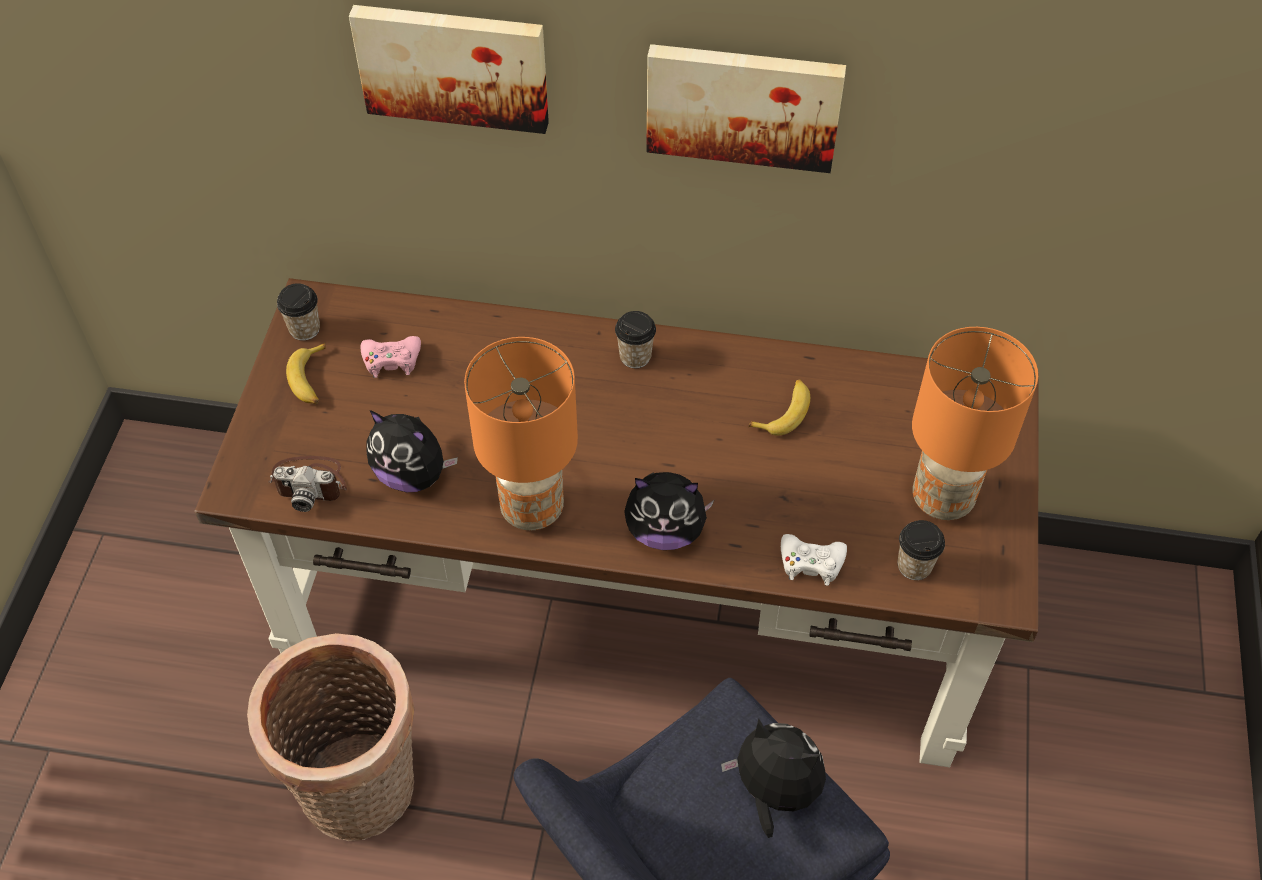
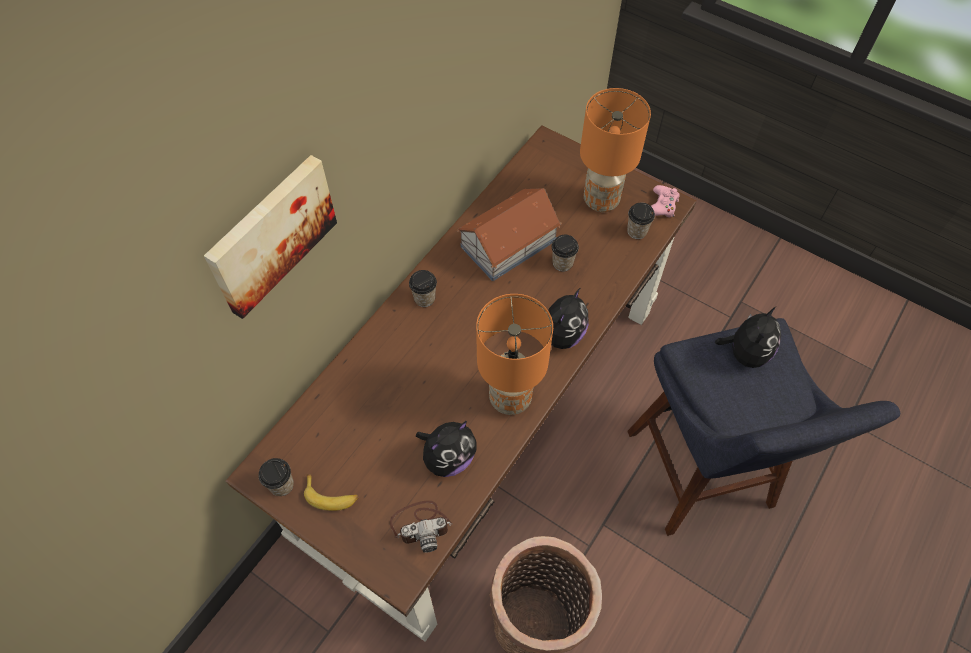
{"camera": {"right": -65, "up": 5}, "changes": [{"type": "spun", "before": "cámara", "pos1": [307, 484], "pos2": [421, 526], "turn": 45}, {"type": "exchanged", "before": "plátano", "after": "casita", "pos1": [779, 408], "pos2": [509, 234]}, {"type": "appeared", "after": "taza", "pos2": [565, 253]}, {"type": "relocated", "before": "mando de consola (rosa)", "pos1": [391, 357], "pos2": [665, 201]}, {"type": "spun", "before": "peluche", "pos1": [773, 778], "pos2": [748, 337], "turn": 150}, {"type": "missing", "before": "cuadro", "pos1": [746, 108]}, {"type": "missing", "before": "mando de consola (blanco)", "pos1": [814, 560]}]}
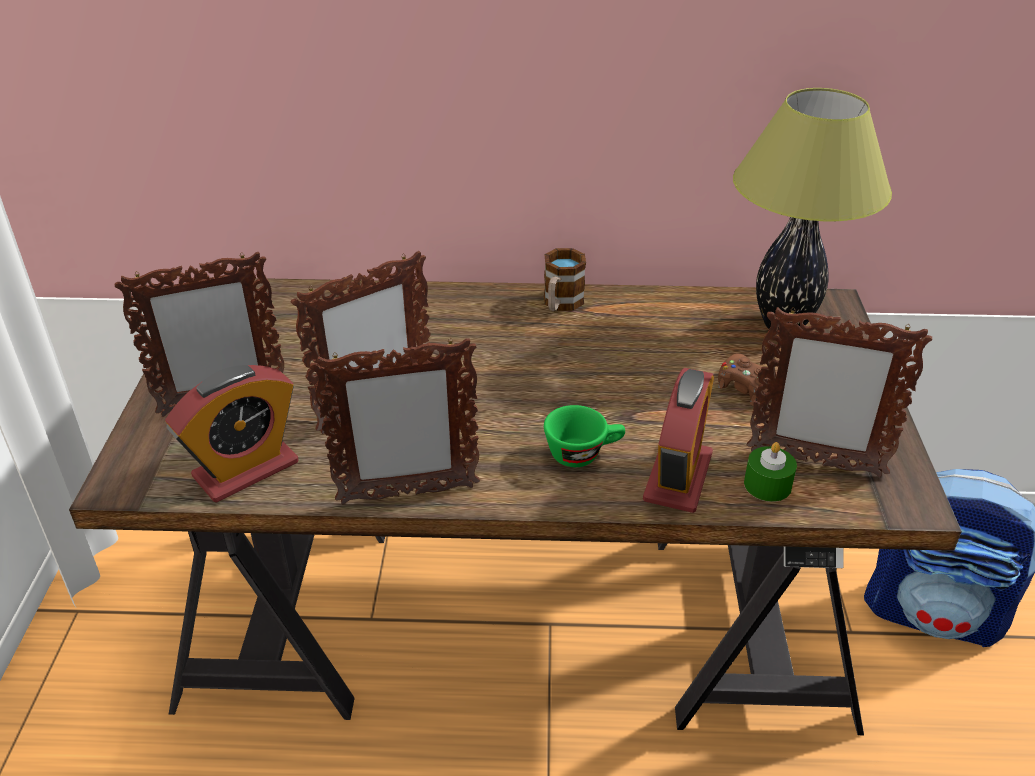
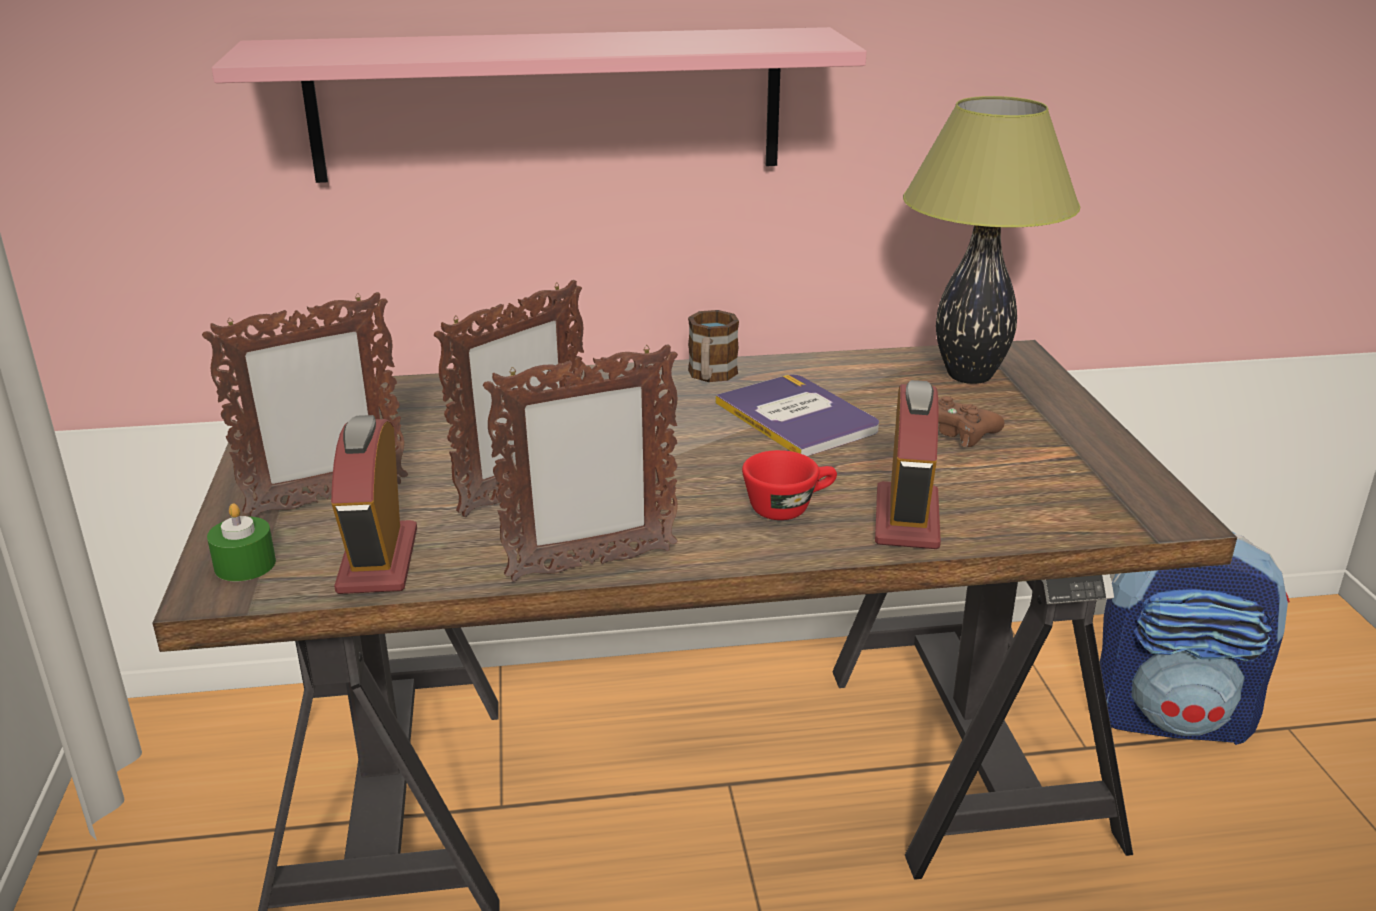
{"camera": {"right": -10, "up": -10}, "changes": [{"type": "relocated", "before": "vela (verde)", "pos1": [770, 472], "pos2": [241, 542]}, {"type": "appeared", "after": "estante (rosa)", "pos2": [539, 105]}, {"type": "spun", "before": "despertador", "pos1": [231, 434], "pos2": [374, 504], "turn": 135}, {"type": "appeared", "after": "libro", "pos2": [797, 415]}, {"type": "colour", "before": "taza (verde)", "after": "taza (rojo)", "pos1": [584, 436], "pos2": [789, 485]}, {"type": "missing", "before": "portarretratos", "pos1": [839, 392]}]}
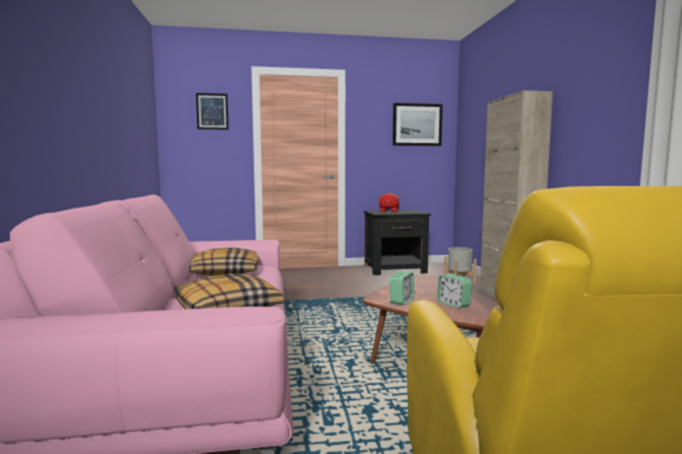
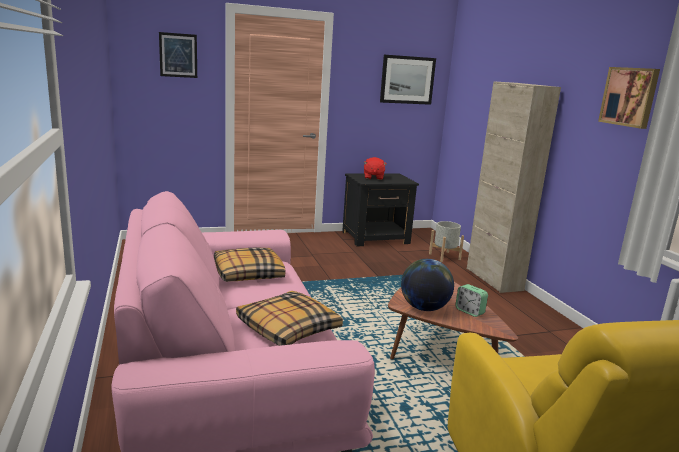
{"camera": {"right": -10, "up": 10}, "changes": [{"type": "exchanged", "before": "despertador", "after": "globo terráqueo", "pos1": [402, 288], "pos2": [427, 285]}, {"type": "appeared", "after": "cuadro", "pos2": [629, 98]}]}
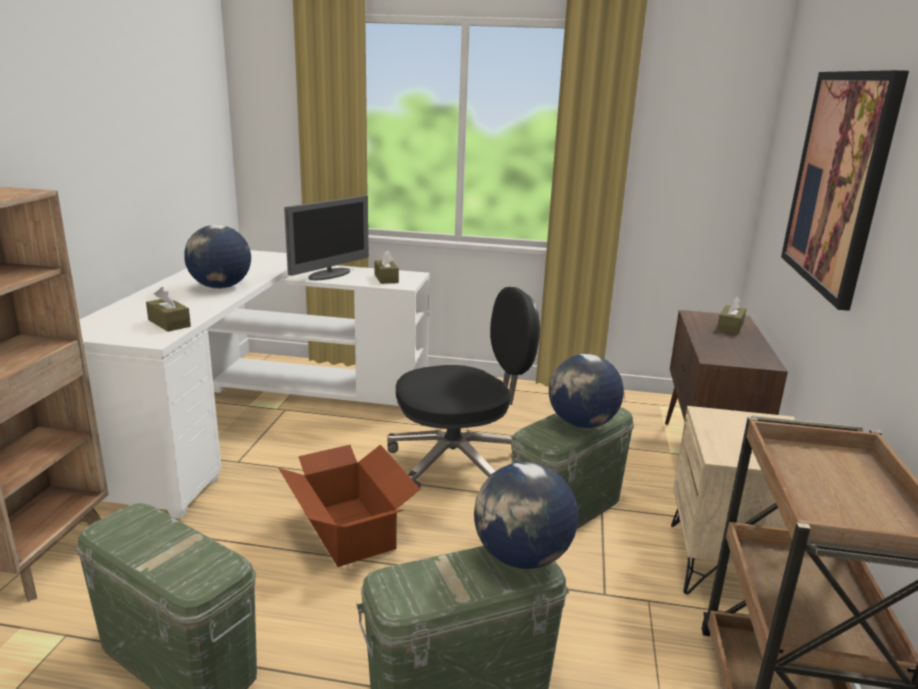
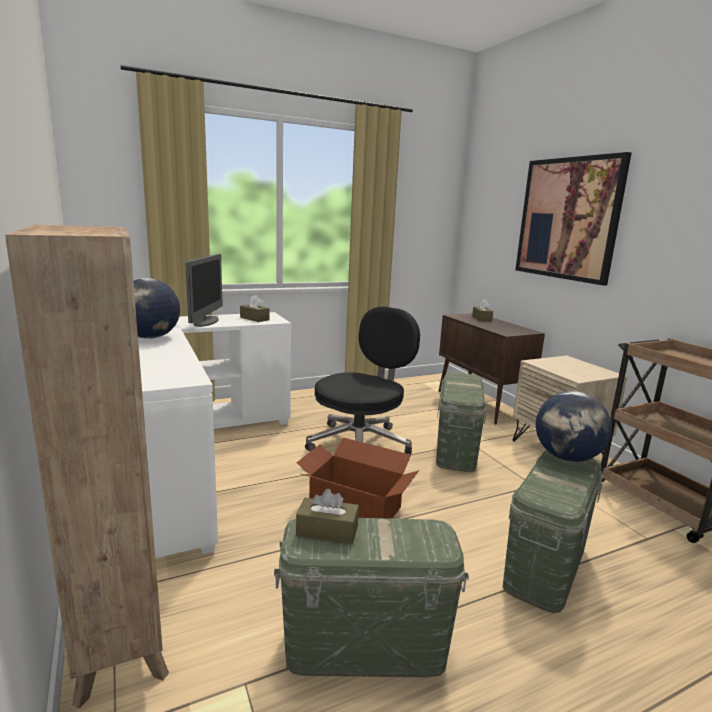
{"camera": {"right": -35, "up": -5}, "changes": [{"type": "relocated", "before": "caja de pañuelos (marrón)", "pos1": [168, 309], "pos2": [327, 516]}, {"type": "missing", "before": "globo terráqueo", "pos1": [586, 391]}]}
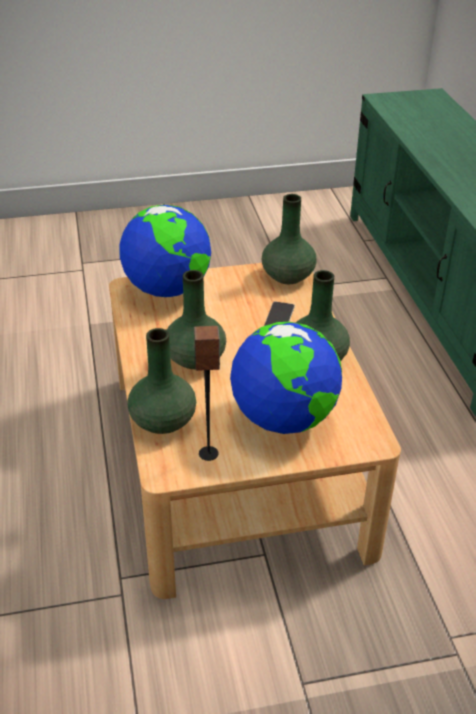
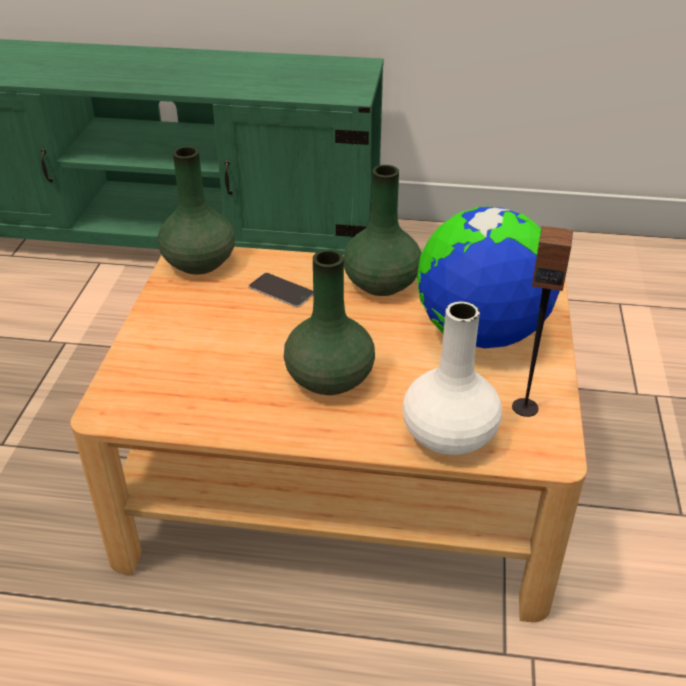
{"camera": {"right": -70, "up": 0}, "changes": [{"type": "colour", "before": "florero (verde)", "after": "florero (blanco)", "pos1": [162, 381], "pos2": [452, 378]}, {"type": "missing", "before": "globo terráqueo", "pos1": [165, 251]}]}
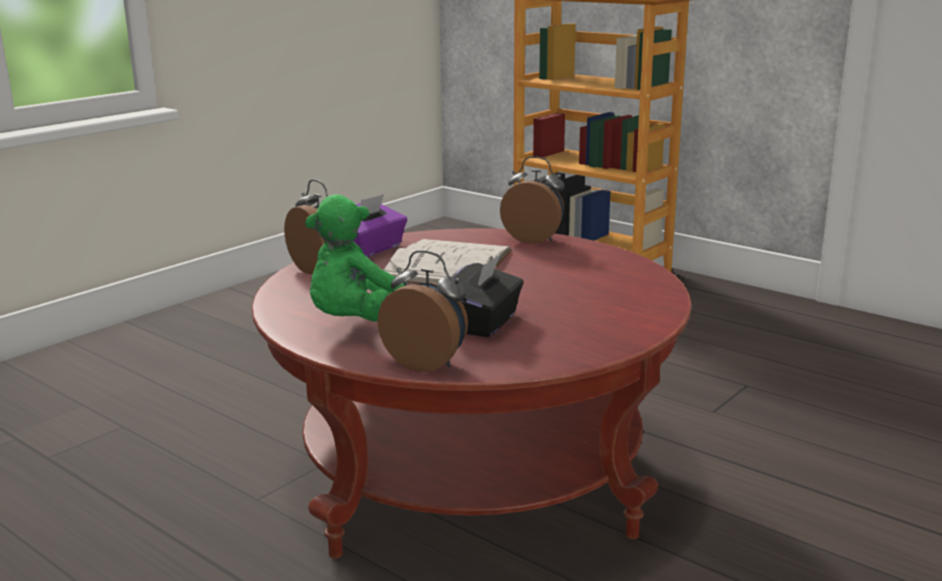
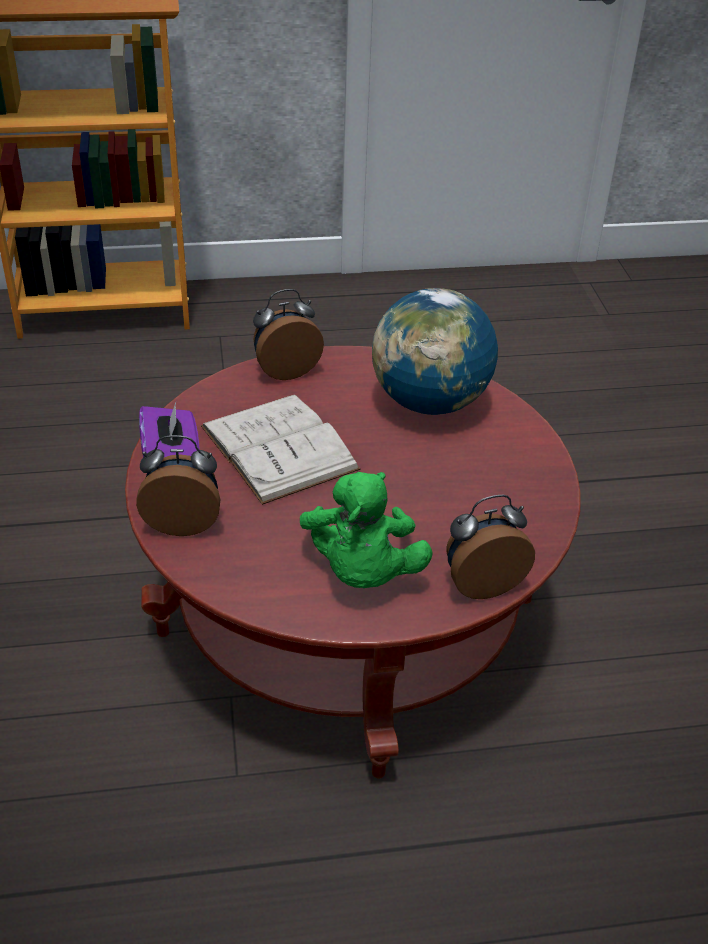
{"camera": {"right": -50, "up": 20}, "changes": [{"type": "appeared", "after": "globo terráqueo", "pos2": [435, 351]}, {"type": "missing", "before": "caja de pañuelos (negro)", "pos1": [487, 295]}]}
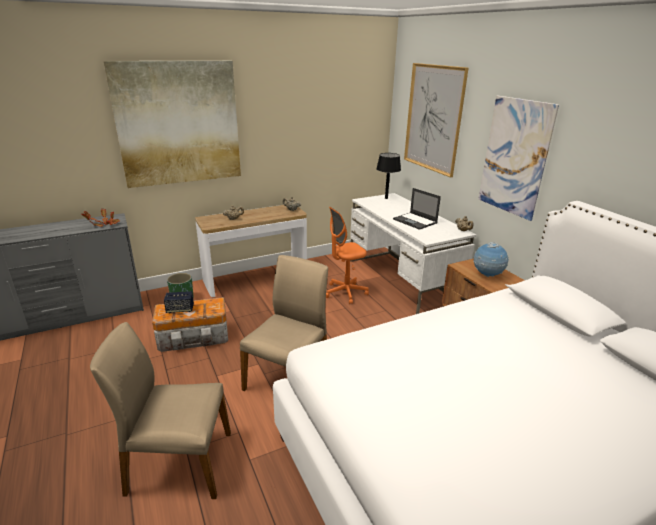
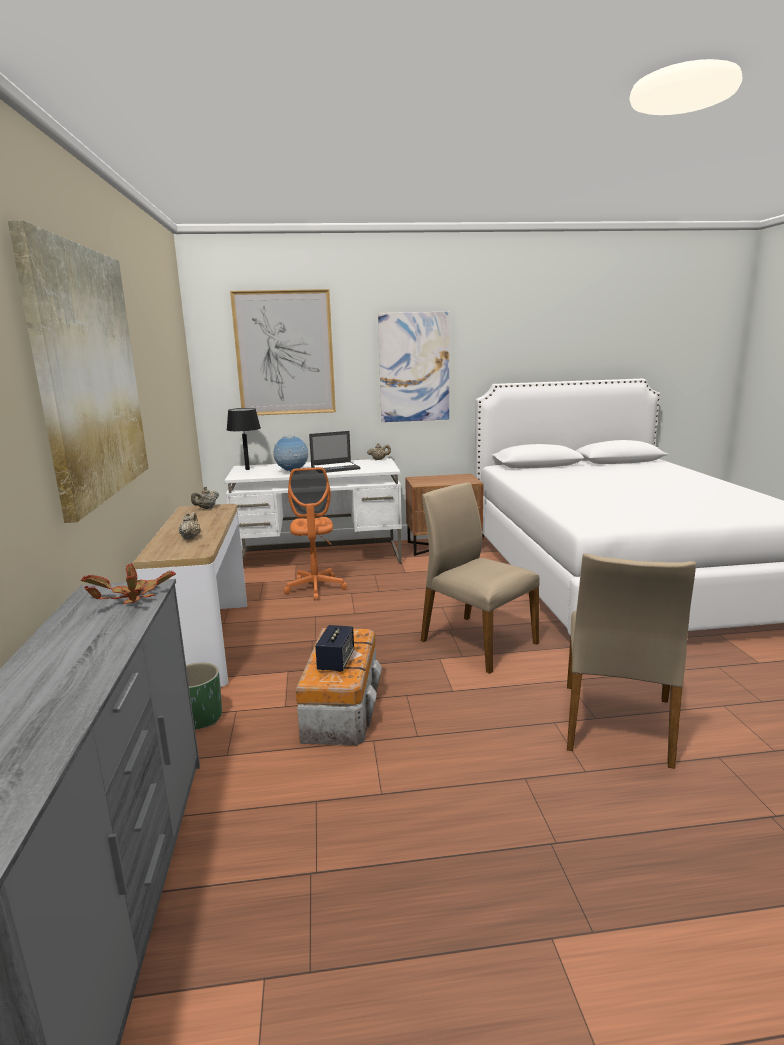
{"camera": {"right": -70, "up": -10}, "changes": [{"type": "relocated", "before": "globo terráqueo", "pos1": [491, 259], "pos2": [291, 453]}]}
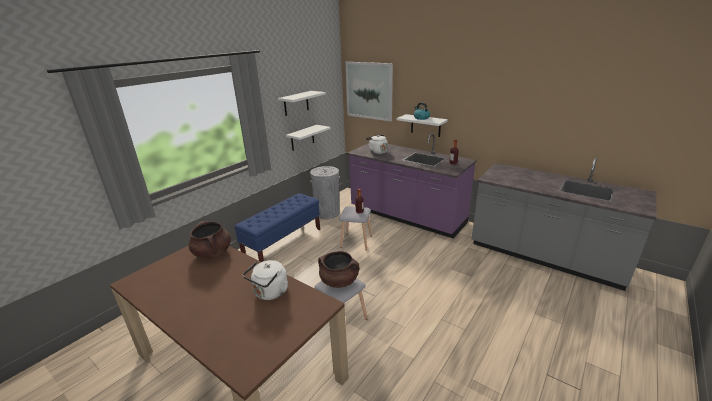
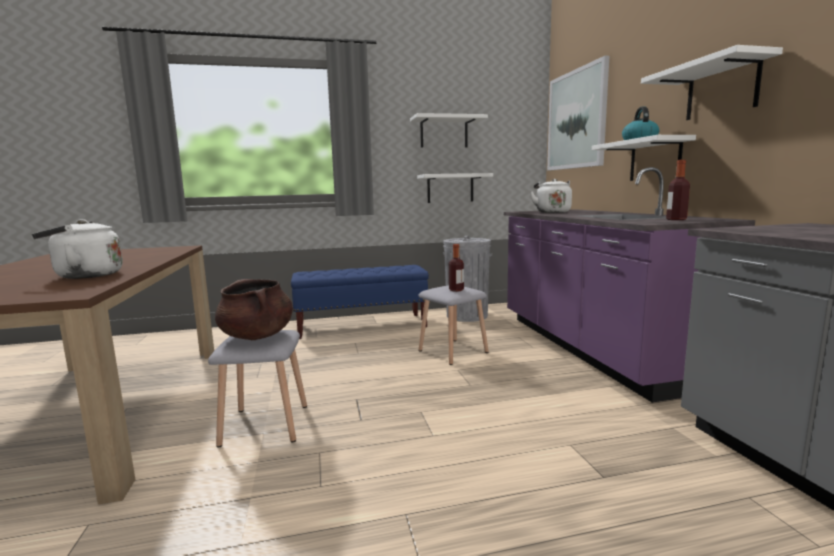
{"camera": {"right": 40, "up": -15}, "changes": [{"type": "appeared", "after": "estante (blanco)", "pos2": [712, 82]}, {"type": "missing", "before": "olla (marrón)", "pos1": [210, 240]}]}
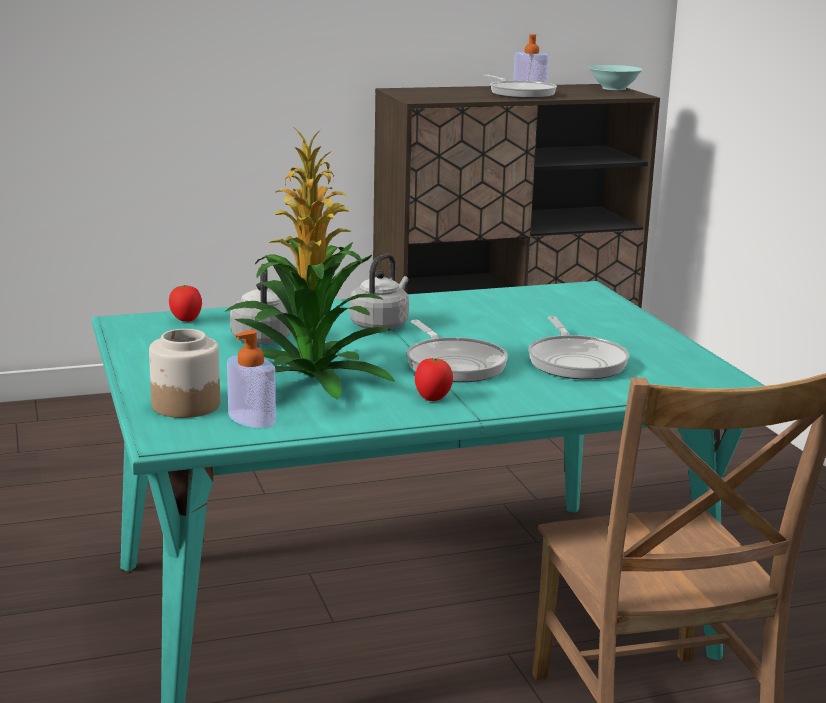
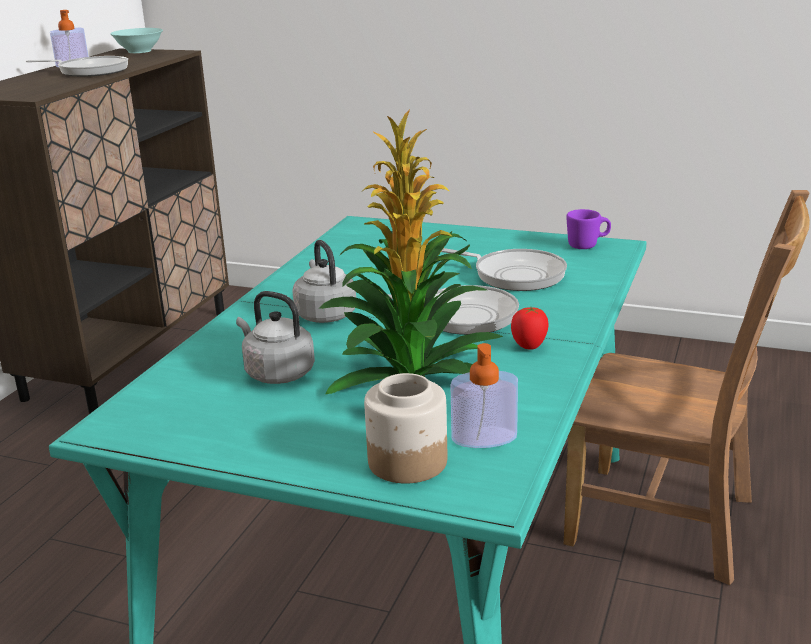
{"camera": {"right": -50, "up": 5}, "changes": [{"type": "appeared", "after": "taza grande (morado)", "pos2": [588, 229]}, {"type": "missing", "before": "tomate", "pos1": [185, 303]}]}
